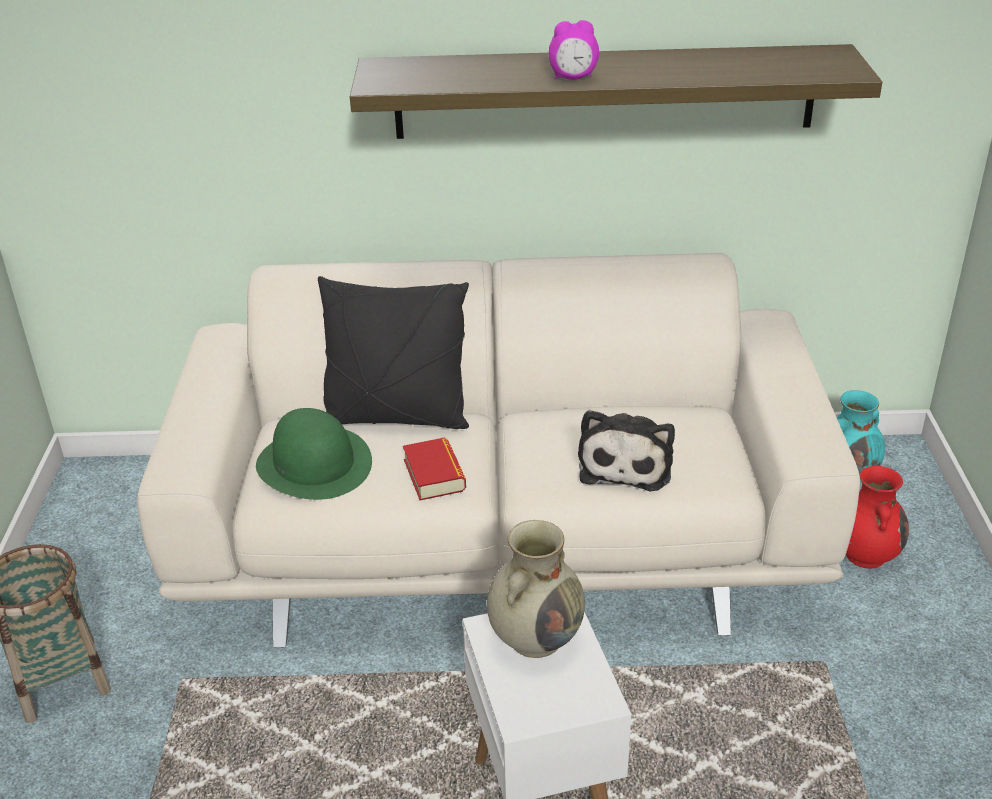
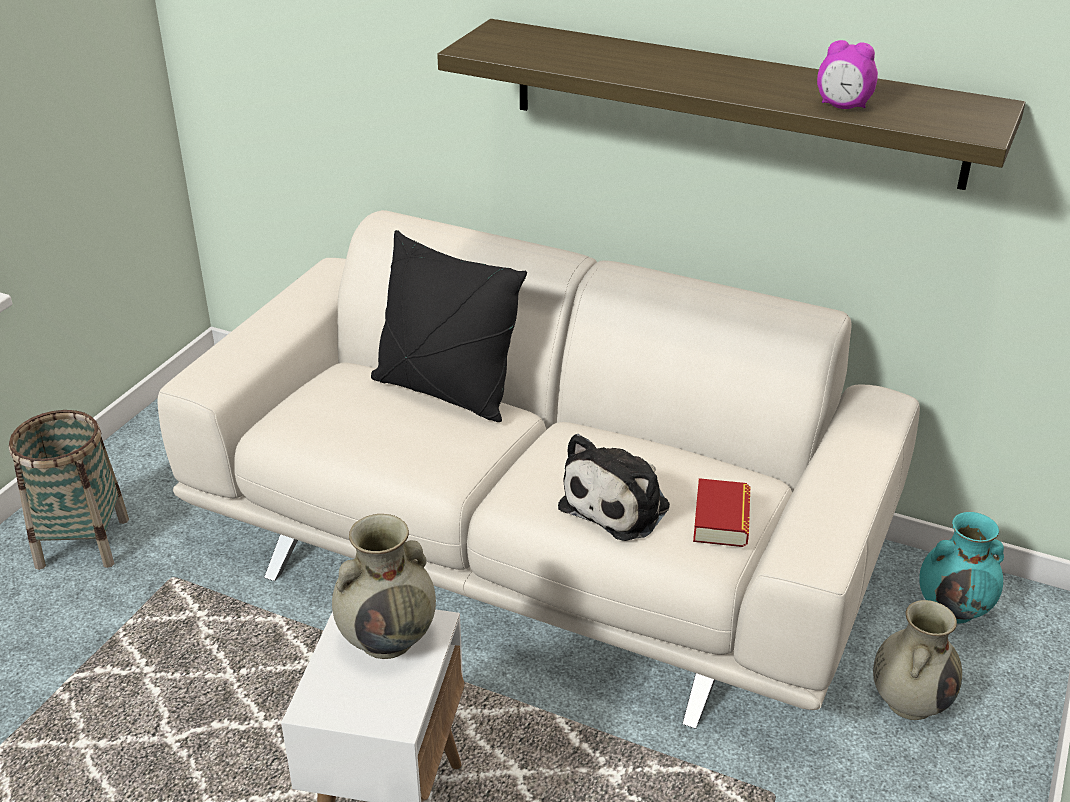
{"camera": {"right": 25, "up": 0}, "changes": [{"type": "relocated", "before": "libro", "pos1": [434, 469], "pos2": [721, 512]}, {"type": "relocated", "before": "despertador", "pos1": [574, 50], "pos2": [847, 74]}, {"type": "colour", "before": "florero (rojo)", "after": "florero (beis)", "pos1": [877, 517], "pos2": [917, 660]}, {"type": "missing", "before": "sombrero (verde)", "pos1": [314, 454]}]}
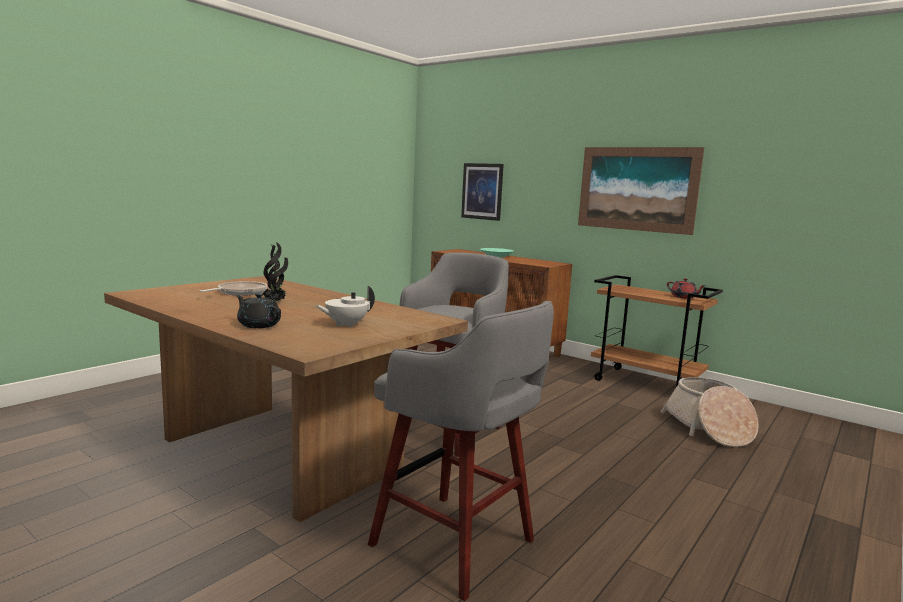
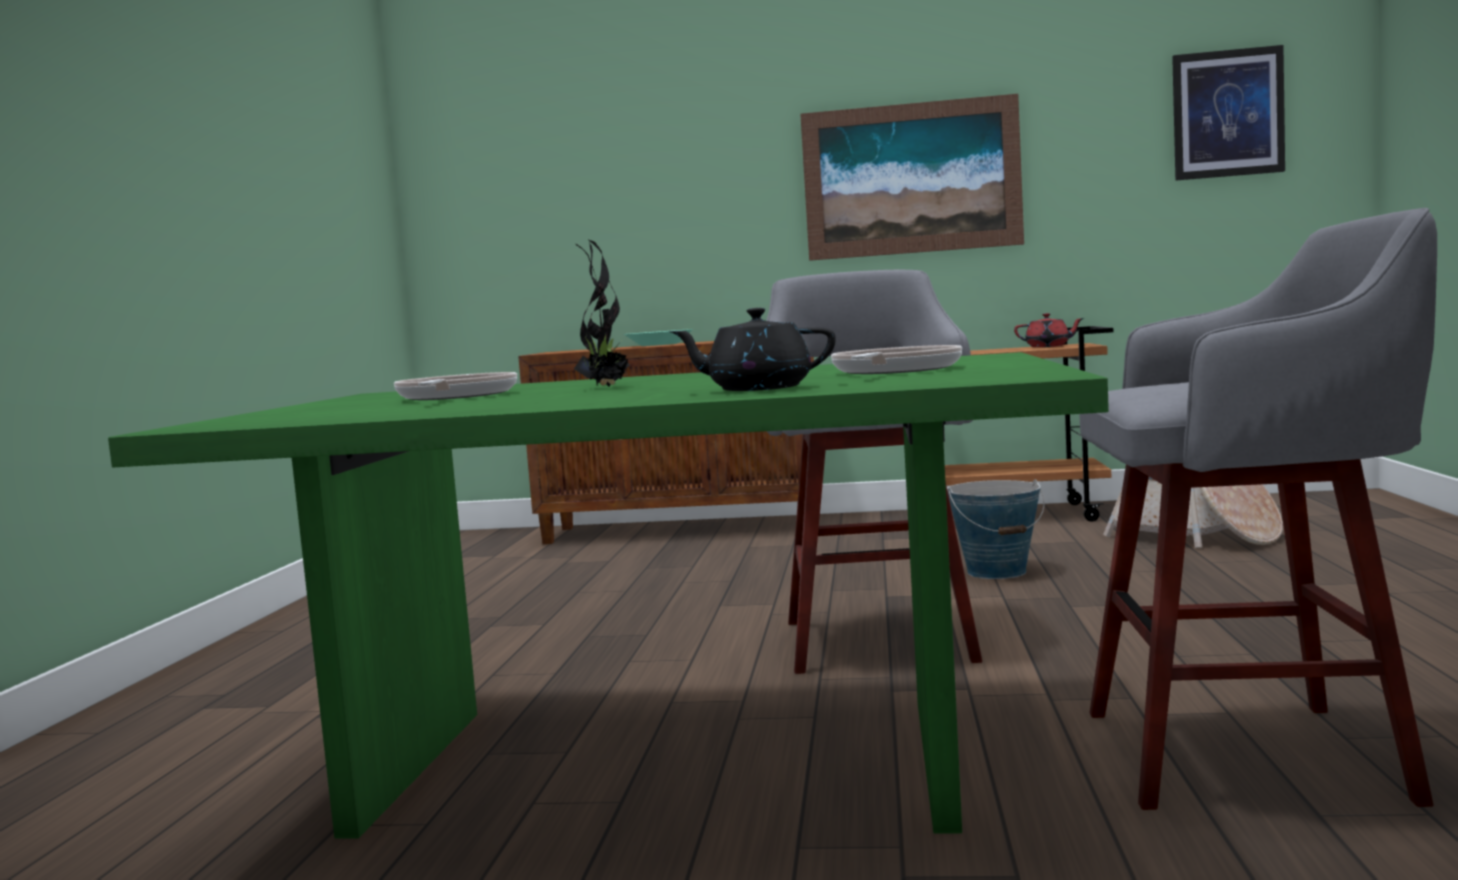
{"camera": {"right": -30, "up": -5}, "changes": [{"type": "colour", "before": "mesa de comedor (marrón)", "after": "mesa de comedor (verde)", "pos1": [286, 399], "pos2": [608, 595]}, {"type": "exchanged", "before": "tetera (blanco)", "after": "sartén", "pos1": [345, 306], "pos2": [896, 359]}, {"type": "appeared", "after": "cubo", "pos2": [996, 529]}, {"type": "relocated", "before": "cuadro", "pos1": [482, 192], "pos2": [1228, 112]}]}
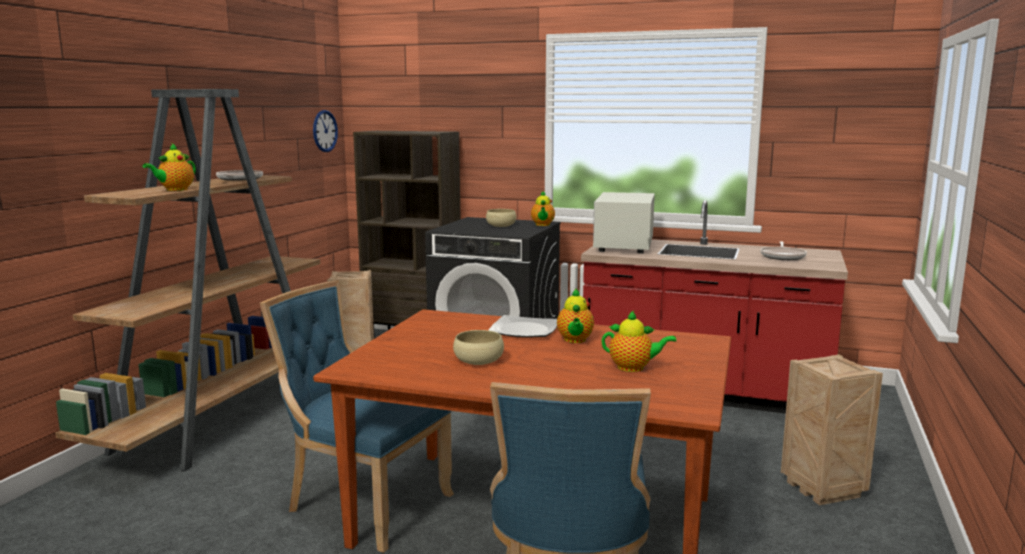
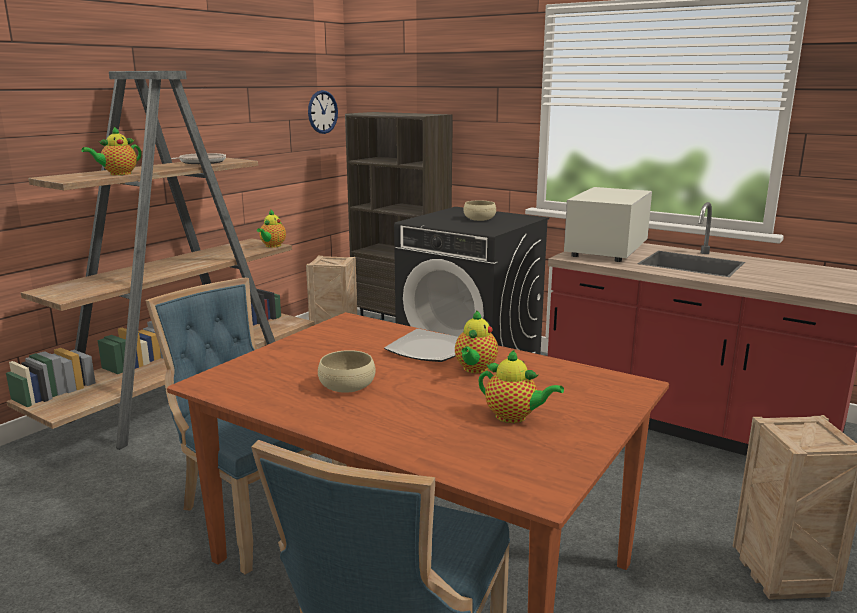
{"camera": {"right": 15, "up": 5}, "changes": [{"type": "relocated", "before": "tetera", "pos1": [543, 208], "pos2": [271, 228]}, {"type": "missing", "before": "sartén", "pos1": [783, 251]}]}
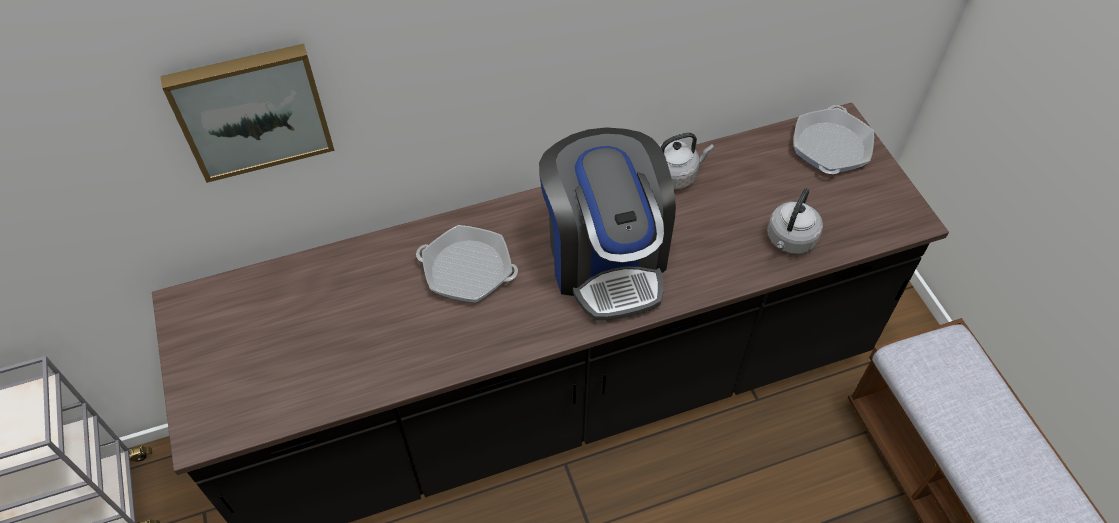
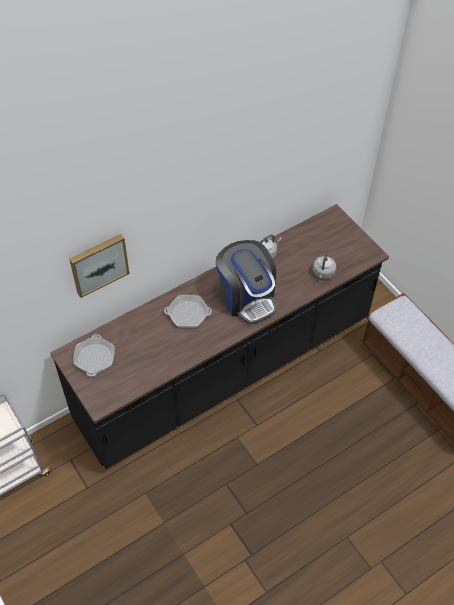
{"camera": {"right": -15, "up": 0}, "changes": [{"type": "relocated", "before": "sartén", "pos1": [834, 139], "pos2": [94, 355]}]}
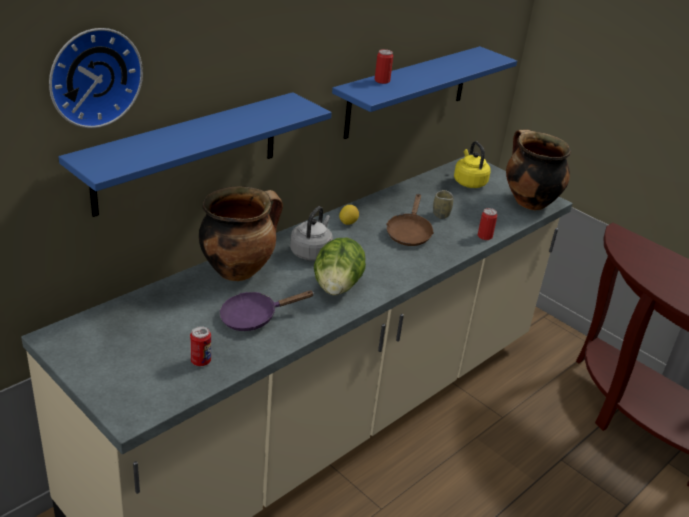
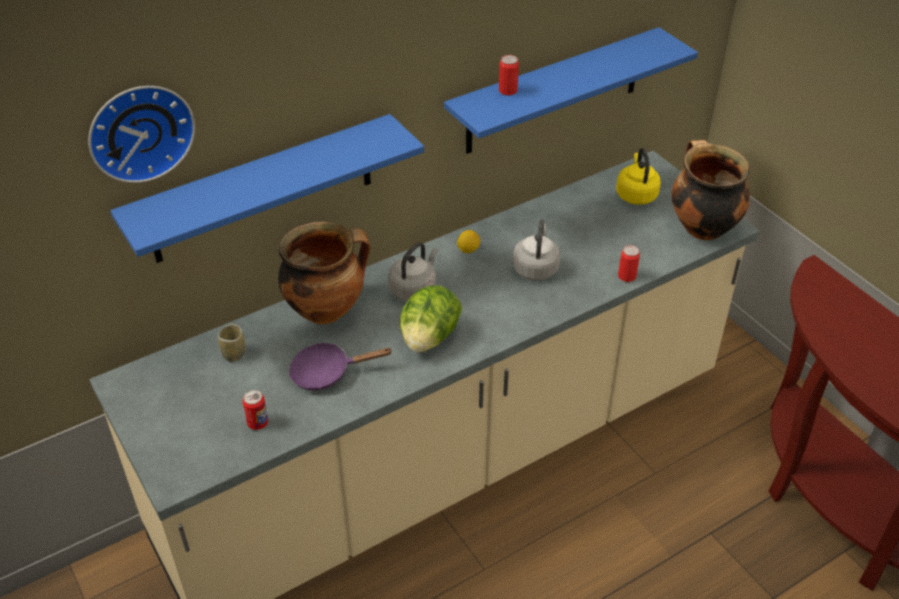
{"camera": {"right": 15, "up": 10}, "changes": [{"type": "relocated", "before": "taza", "pos1": [443, 204], "pos2": [231, 343]}, {"type": "exchanged", "before": "sartén (marrón)", "after": "hervidor (gris)", "pos1": [410, 220], "pos2": [536, 250]}]}
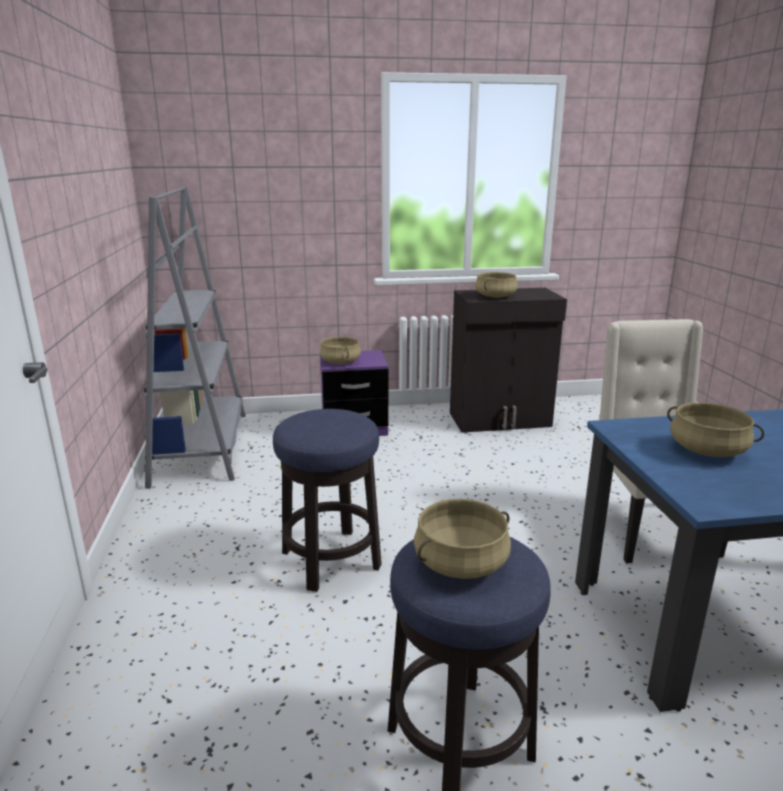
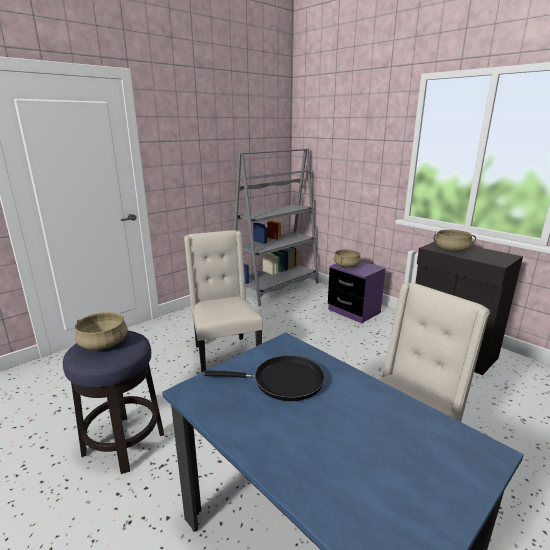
{"camera": {"right": 55, "up": 0}, "changes": [{"type": "exchanged", "before": "taburete", "after": "silla (beis)", "pos1": [327, 500], "pos2": [223, 301]}, {"type": "exchanged", "before": "olla (beis)", "after": "sartén (negro)", "pos1": [715, 429], "pos2": [264, 378]}]}
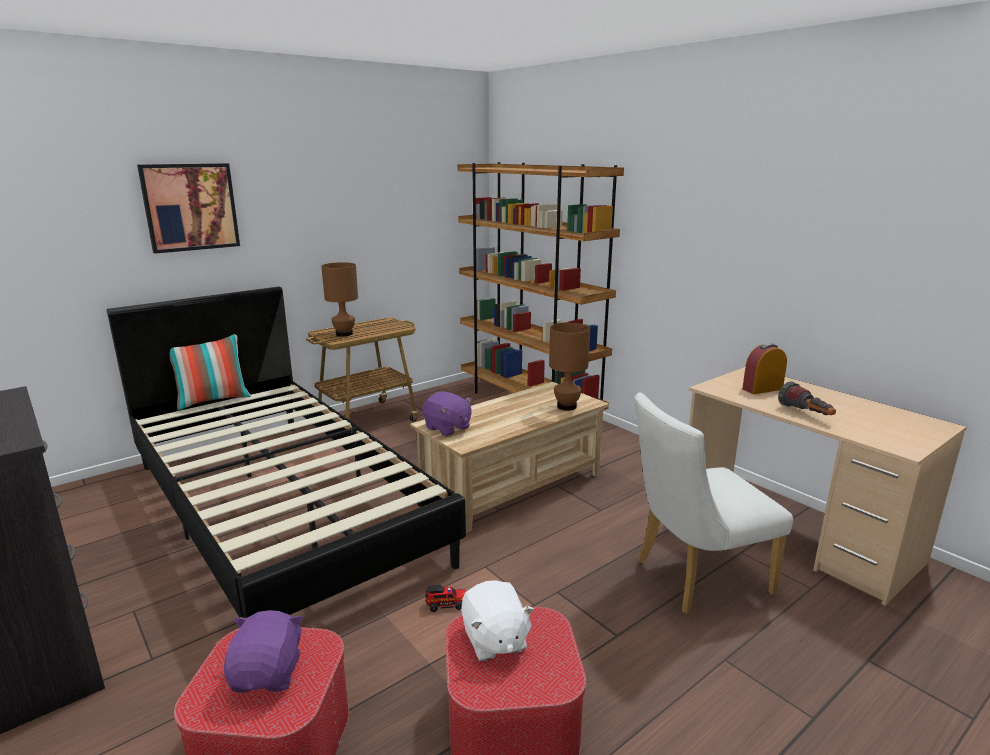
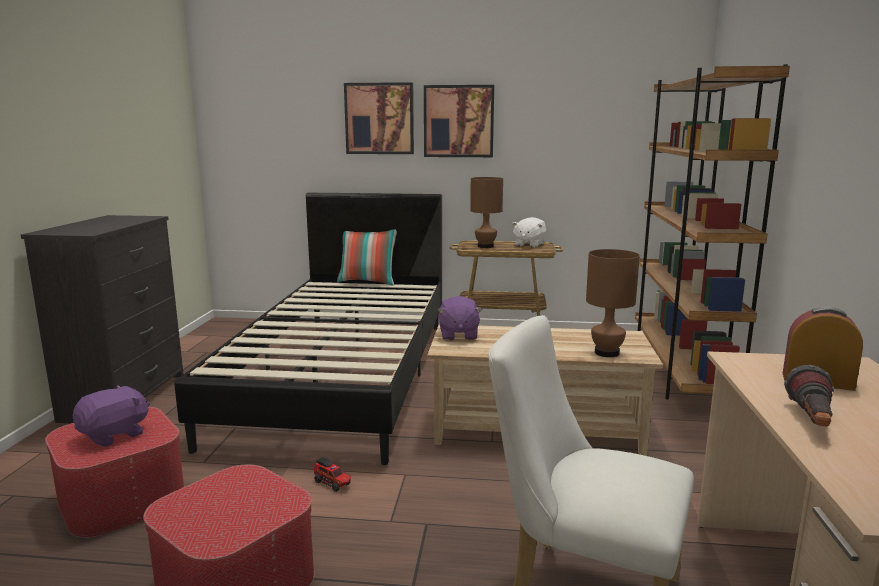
{"camera": {"right": 45, "up": -5}, "changes": [{"type": "appeared", "after": "cuadro", "pos2": [459, 121]}, {"type": "relocated", "before": "peluche (blanco)", "pos1": [498, 620], "pos2": [529, 232]}]}
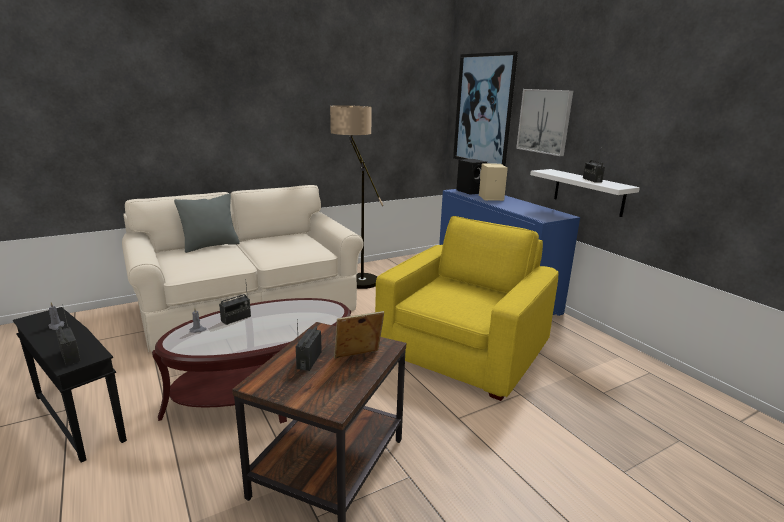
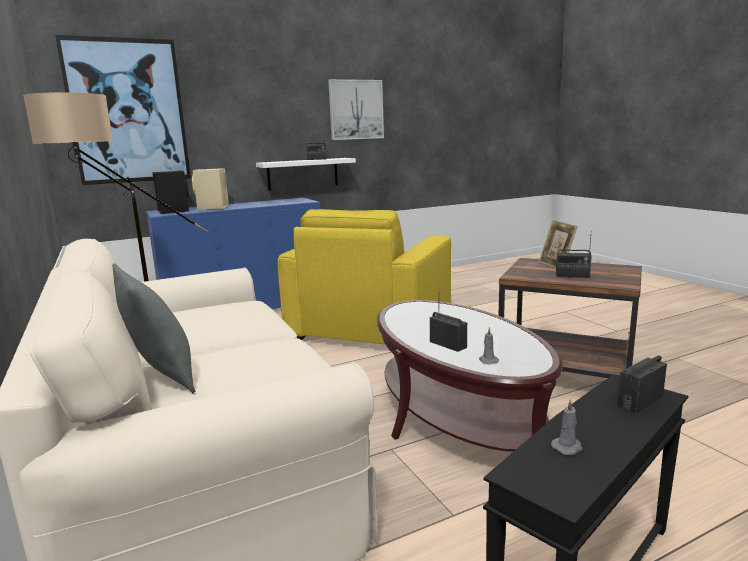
{"camera": {"right": -85, "up": -5}, "changes": [{"type": "spun", "before": "sillón (amarillo)", "pos1": [467, 308], "pos2": [364, 277], "turn": -105}, {"type": "relocated", "before": "cuadro", "pos1": [544, 122], "pos2": [356, 109]}]}
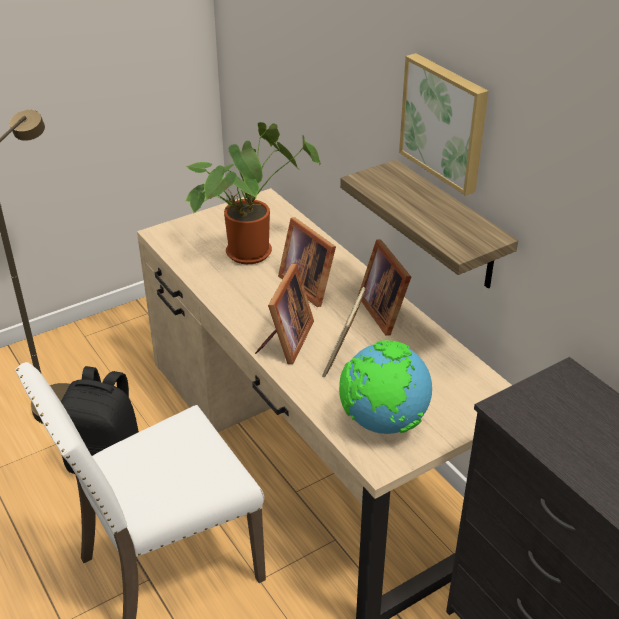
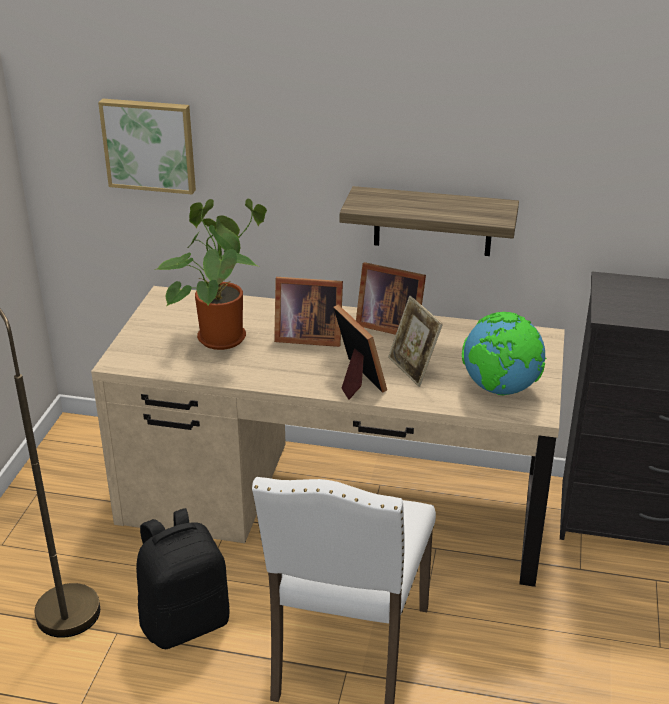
{"camera": {"right": -45, "up": -5}, "changes": [{"type": "relocated", "before": "cuadro", "pos1": [443, 124], "pos2": [147, 146]}]}
